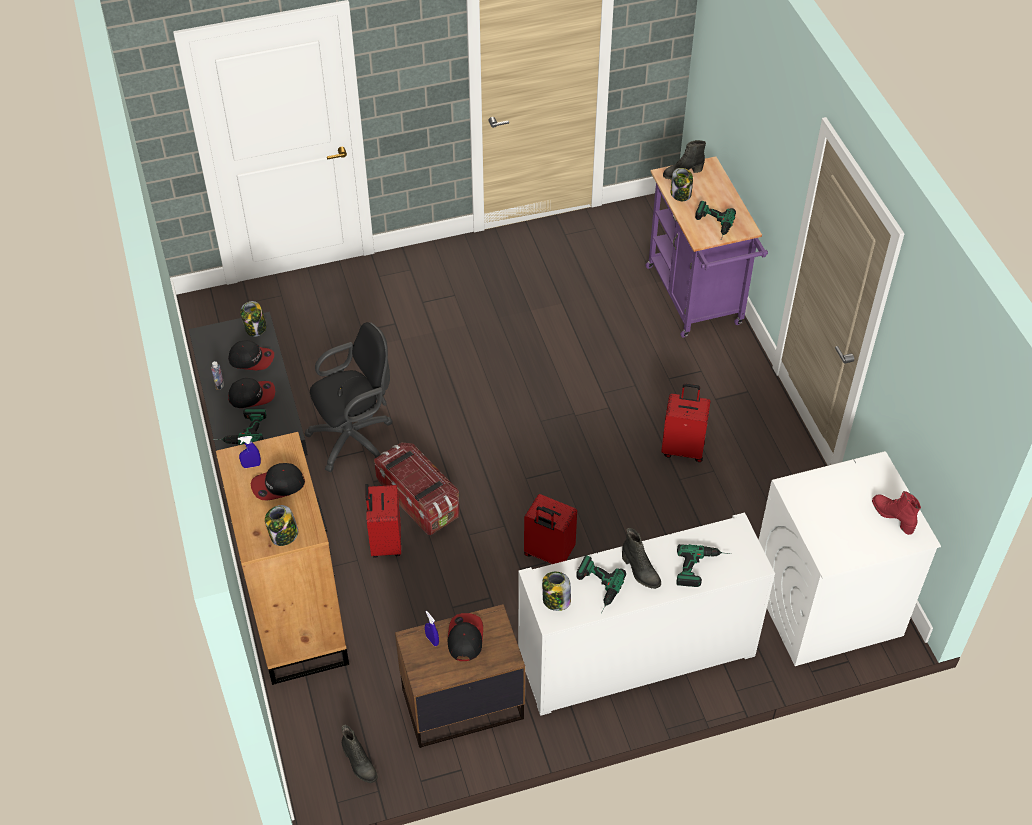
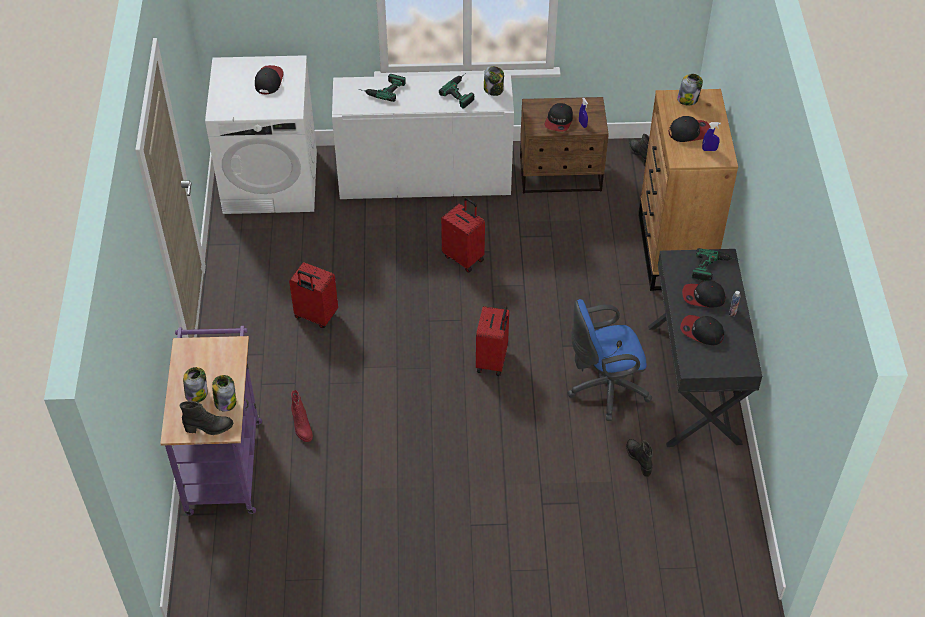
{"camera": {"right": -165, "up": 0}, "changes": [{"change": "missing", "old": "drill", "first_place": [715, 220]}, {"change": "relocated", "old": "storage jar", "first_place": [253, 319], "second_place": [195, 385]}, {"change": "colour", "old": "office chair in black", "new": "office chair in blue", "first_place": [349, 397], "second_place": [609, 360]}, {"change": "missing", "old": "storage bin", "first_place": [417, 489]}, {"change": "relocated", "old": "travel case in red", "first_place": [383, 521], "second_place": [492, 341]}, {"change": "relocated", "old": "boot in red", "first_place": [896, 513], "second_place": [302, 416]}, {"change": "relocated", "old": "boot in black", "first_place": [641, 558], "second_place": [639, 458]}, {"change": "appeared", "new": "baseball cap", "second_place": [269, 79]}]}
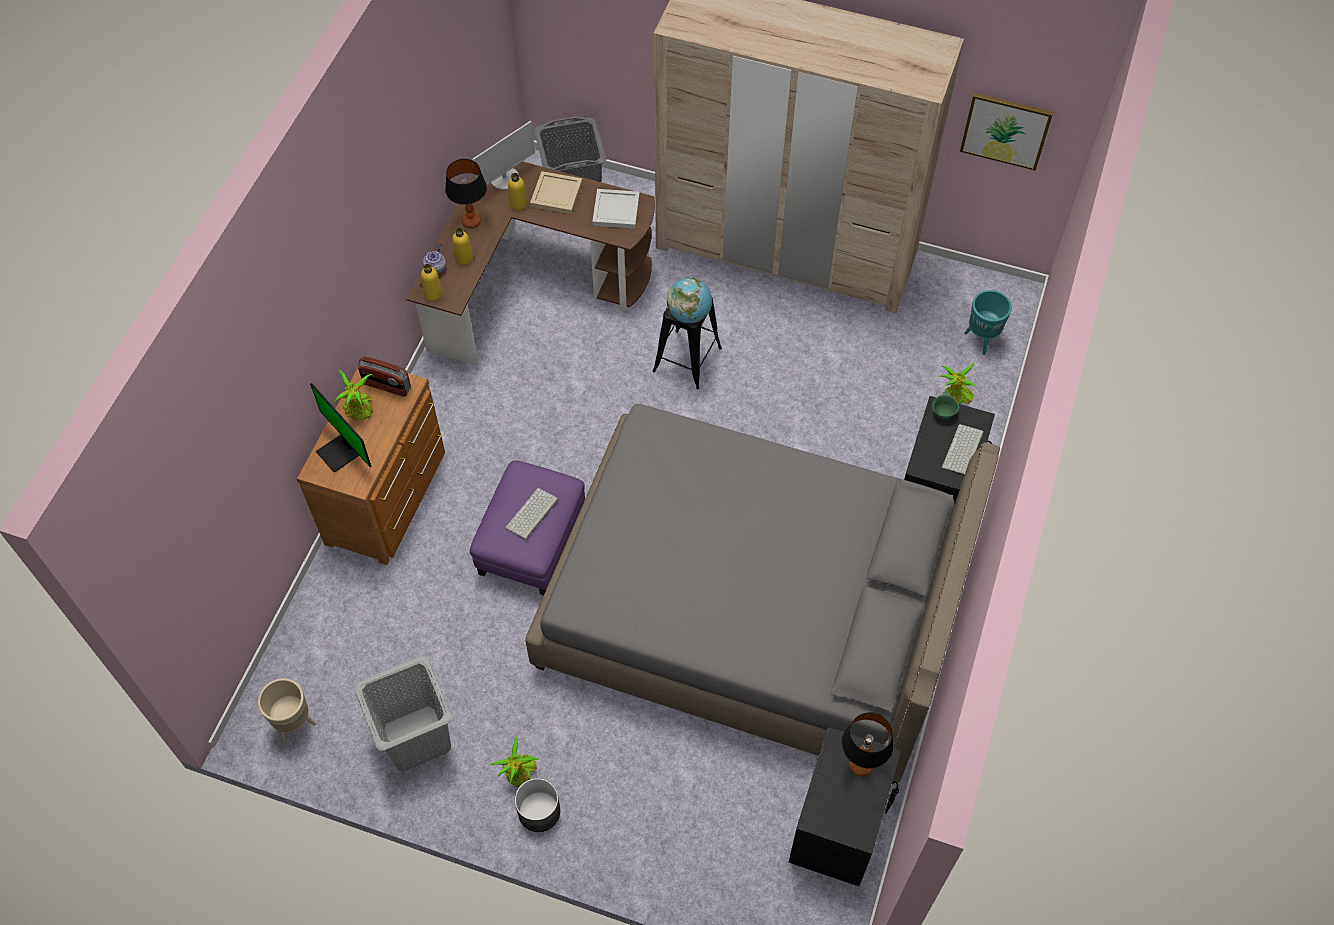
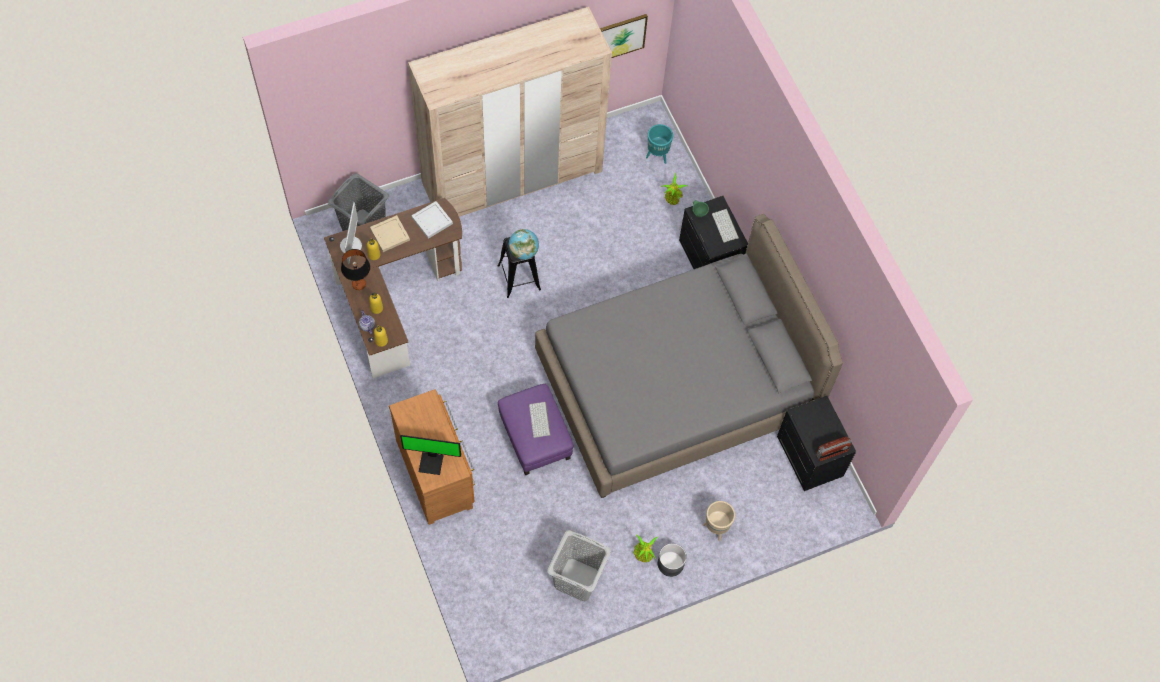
{"camera": {"right": -45, "up": 5}, "changes": [{"change": "relocated", "old": "radio", "first_place": [384, 376], "second_place": [833, 448]}, {"change": "missing", "old": "potted plant", "first_place": [353, 395]}, {"change": "relocated", "old": "plant pot in sand-coloured", "first_place": [287, 710], "second_place": [719, 521]}, {"change": "missing", "old": "lamp for a table", "first_place": [868, 744]}]}
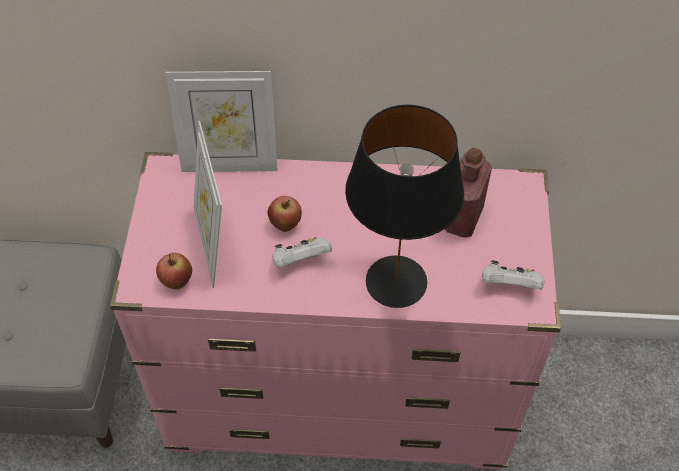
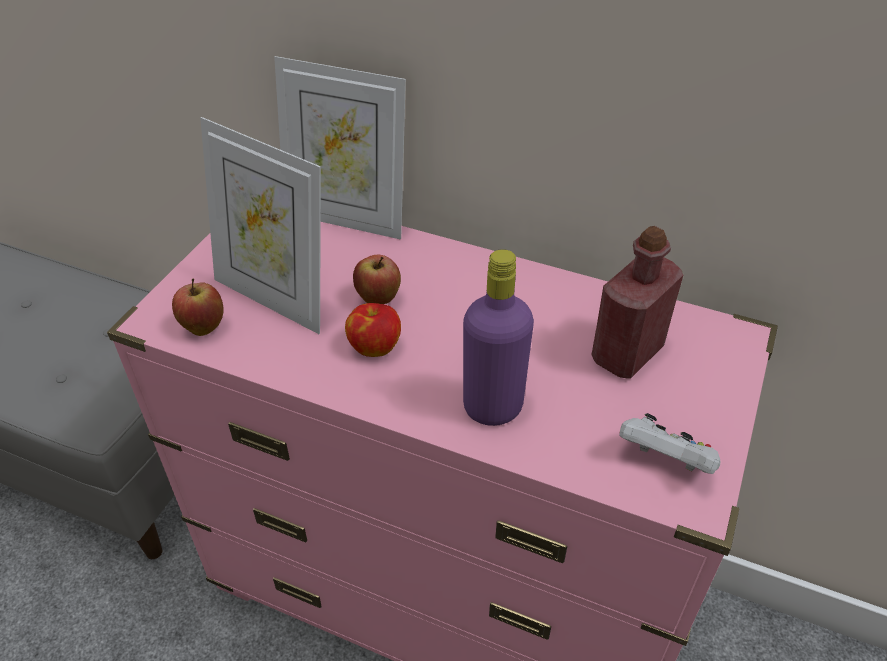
{"camera": {"right": 20, "up": -10}, "changes": [{"change": "exchanged", "old": "lamp for a table in black", "new": "bottle in purple", "first_place": [404, 206], "second_place": [498, 337]}, {"change": "spun", "old": "photo frame", "first_place": [207, 204], "second_place": [260, 225], "degrees": -60}, {"change": "exchanged", "old": "gamepad in whitish", "new": "whole apple", "first_place": [302, 252], "second_place": [373, 330]}]}
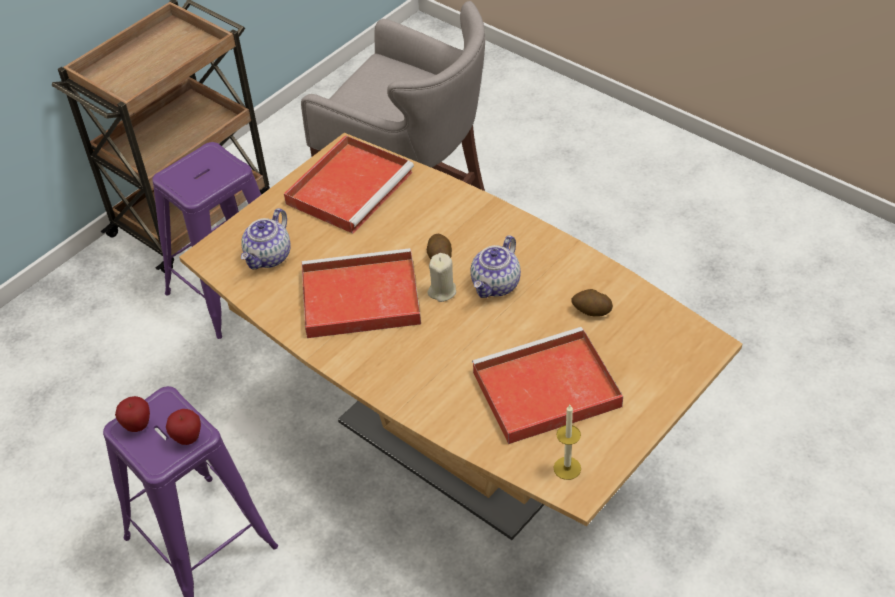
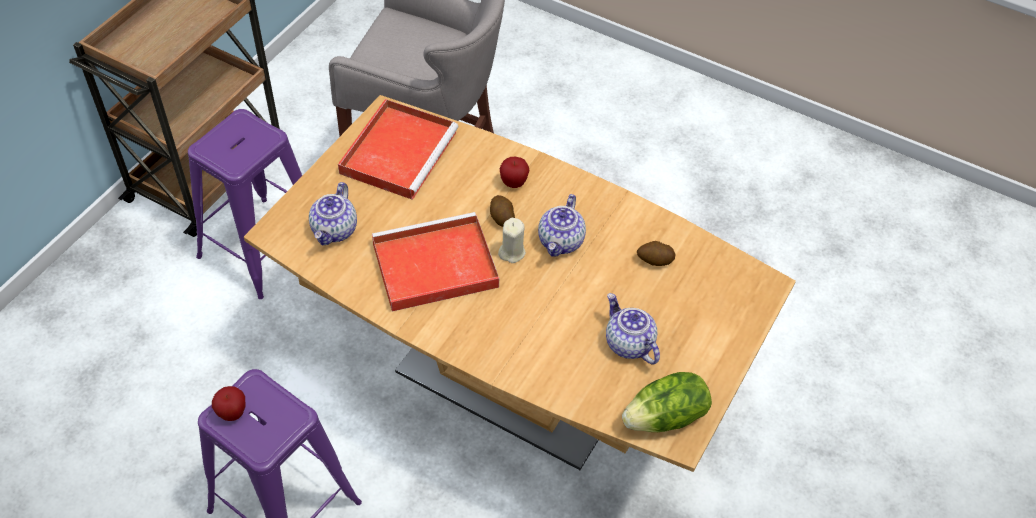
{"camera": {"right": -15, "up": 5}, "changes": [{"change": "exchanged", "old": "tray in red", "new": "teapot", "first_place": [547, 385], "second_place": [633, 329]}, {"change": "exchanged", "old": "wax candle", "new": "lettuce head", "first_place": [567, 442], "second_place": [667, 402]}, {"change": "relocated", "old": "whole apple", "first_place": [183, 427], "second_place": [514, 172]}]}
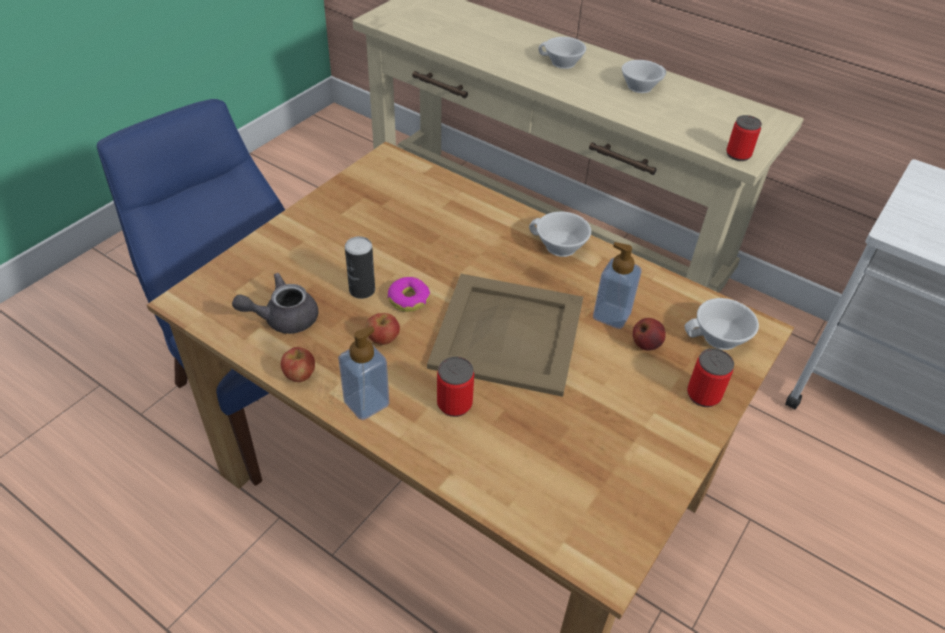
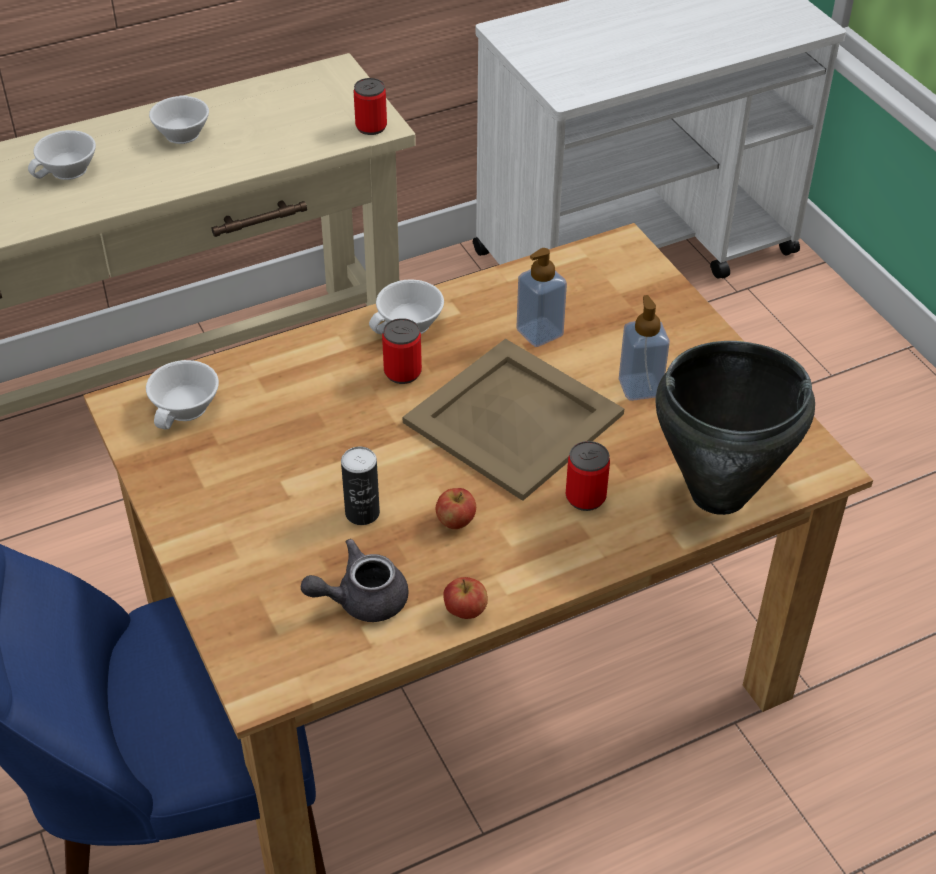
{"camera": {"right": -60, "up": 0}, "changes": [{"change": "spun", "old": "teapot in greyish", "first_place": [275, 303], "second_place": [354, 580], "degrees": 60}, {"change": "missing", "old": "ring doughnut", "first_place": [409, 294]}, {"change": "relocated", "old": "small cup in whitish", "first_place": [722, 324], "second_place": [182, 395]}, {"change": "missing", "old": "whole apple", "first_place": [649, 334]}, {"change": "relocated", "old": "liquid soap bottle", "first_place": [363, 373], "second_place": [644, 348]}, {"change": "relocated", "old": "can", "first_place": [710, 377], "second_place": [402, 351]}, {"change": "appeared", "new": "cooking pot in black", "second_place": [735, 428]}]}
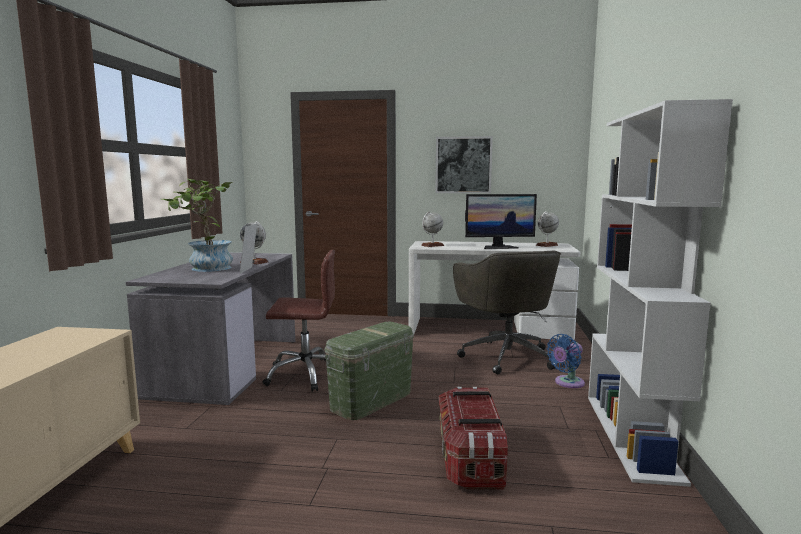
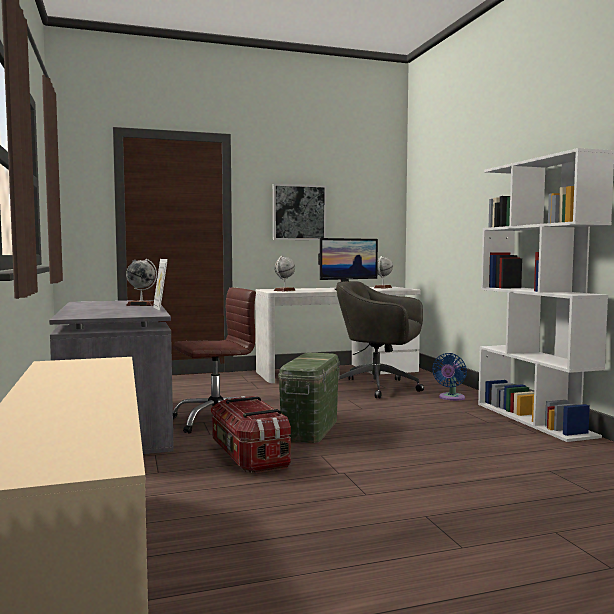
{"camera": {"right": -25, "up": -5}, "changes": [{"change": "missing", "old": "potted plant", "first_place": [197, 225]}, {"change": "spun", "old": "office chair in greyish", "first_place": [507, 313], "second_place": [380, 339], "degrees": 150}, {"change": "relocated", "old": "storage bin", "first_place": [473, 438], "second_place": [251, 434]}]}
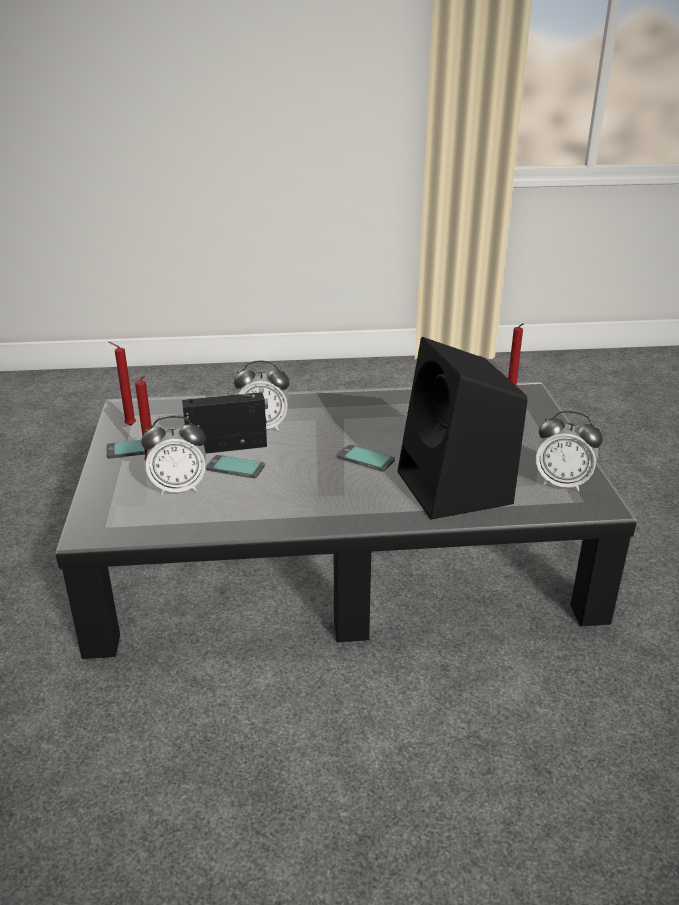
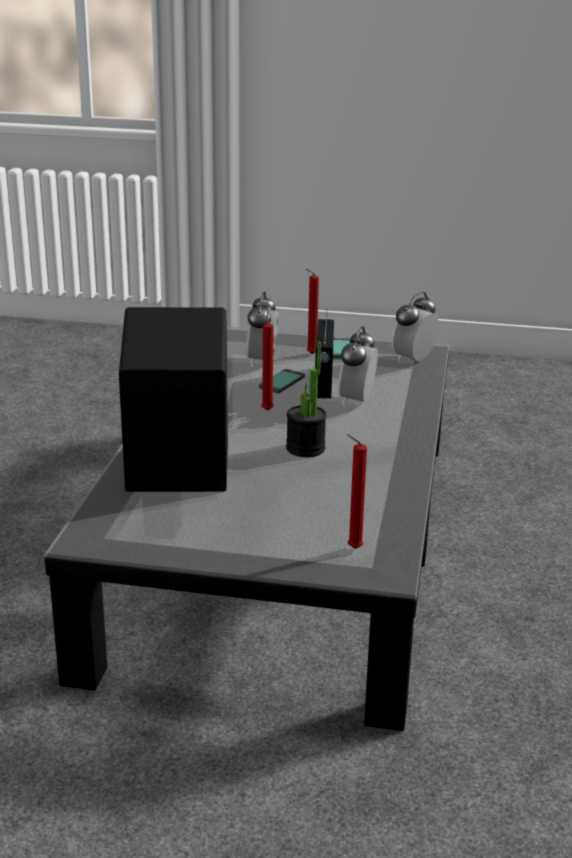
{"camera": {"right": 105, "up": -5}, "changes": [{"change": "relocated", "old": "wax candle in red", "first_place": [122, 384], "second_place": [267, 361]}, {"change": "relocated", "old": "table clock", "first_place": [569, 451], "second_place": [415, 326]}, {"change": "missing", "old": "telephone", "first_place": [366, 458]}, {"change": "appeared", "new": "potted plant", "second_place": [306, 399]}]}
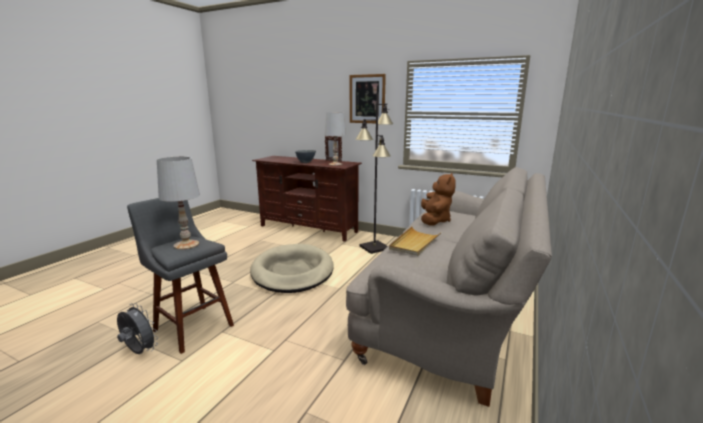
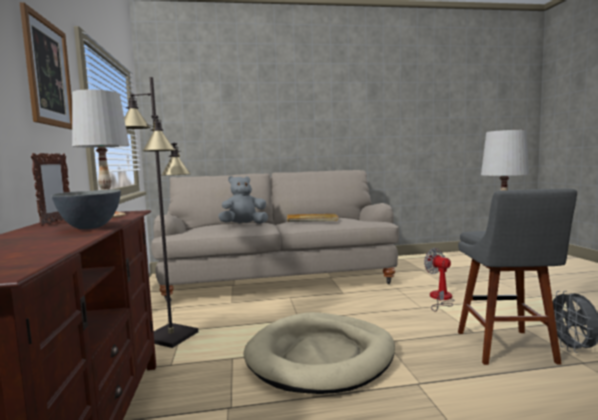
{"camera": {"right": -125, "up": -10}, "changes": [{"change": "colour", "old": "cuddly toy in brown-coloured", "new": "cuddly toy in greyish", "first_place": [438, 199], "second_place": [243, 200]}, {"change": "appeared", "new": "cooling fan", "second_place": [439, 280]}]}
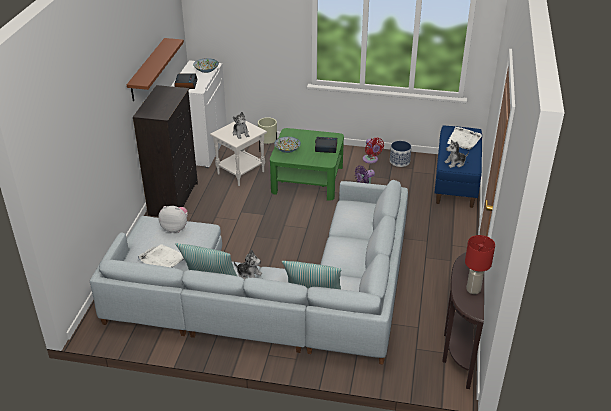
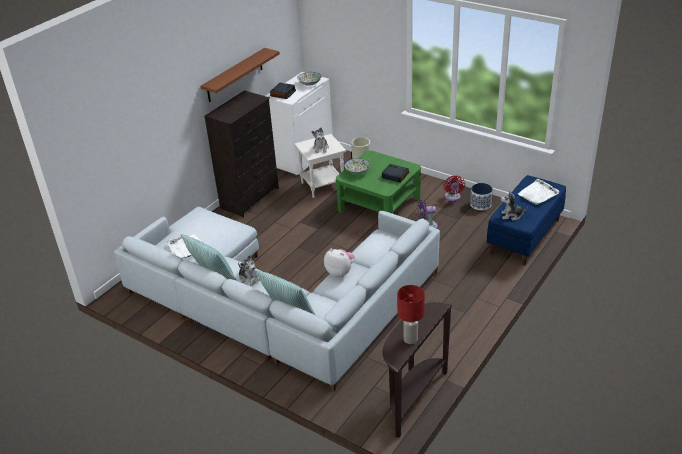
{"camera": {"right": 25, "up": 0}, "changes": [{"change": "relocated", "old": "cuddly toy", "first_place": [173, 219], "second_place": [339, 263]}]}
